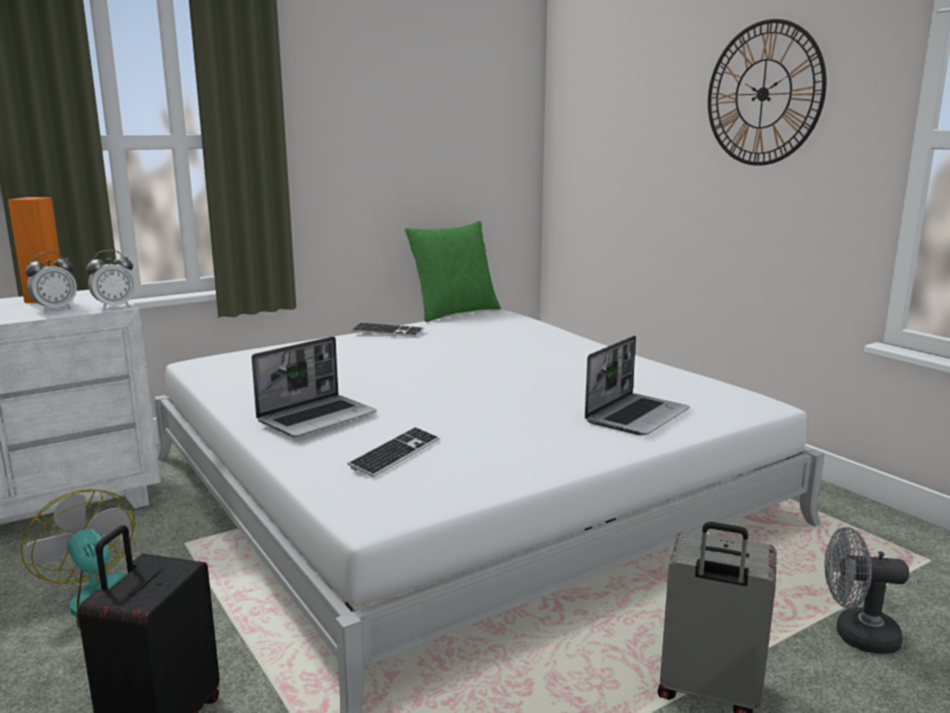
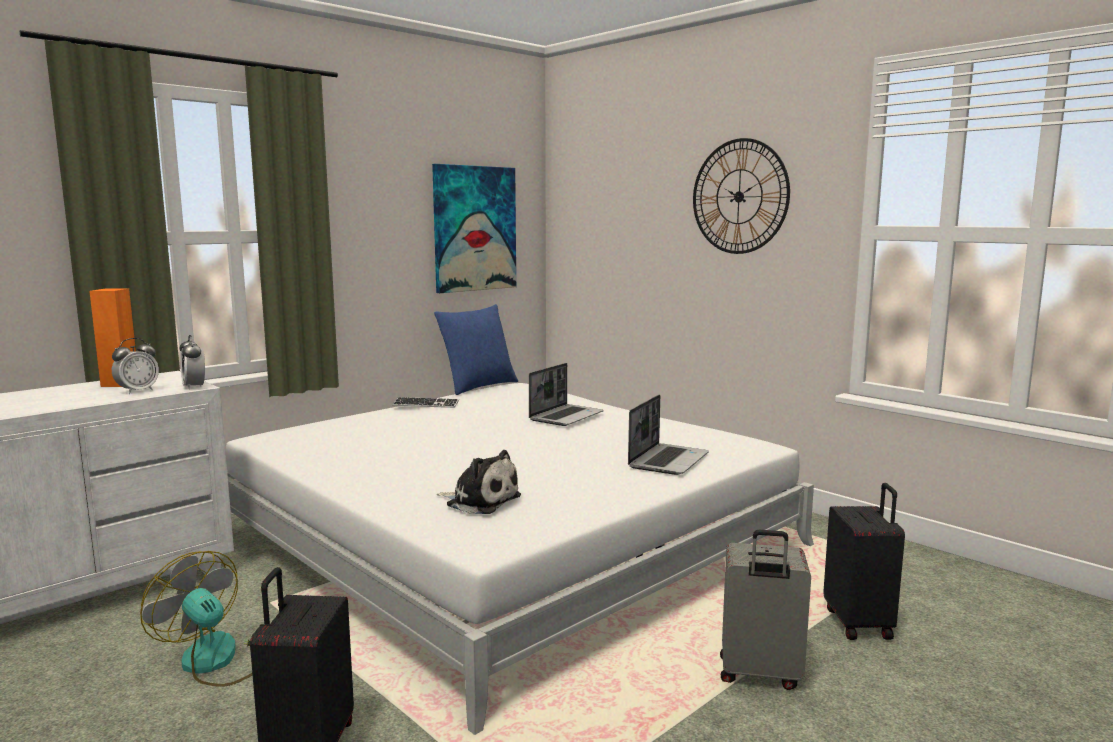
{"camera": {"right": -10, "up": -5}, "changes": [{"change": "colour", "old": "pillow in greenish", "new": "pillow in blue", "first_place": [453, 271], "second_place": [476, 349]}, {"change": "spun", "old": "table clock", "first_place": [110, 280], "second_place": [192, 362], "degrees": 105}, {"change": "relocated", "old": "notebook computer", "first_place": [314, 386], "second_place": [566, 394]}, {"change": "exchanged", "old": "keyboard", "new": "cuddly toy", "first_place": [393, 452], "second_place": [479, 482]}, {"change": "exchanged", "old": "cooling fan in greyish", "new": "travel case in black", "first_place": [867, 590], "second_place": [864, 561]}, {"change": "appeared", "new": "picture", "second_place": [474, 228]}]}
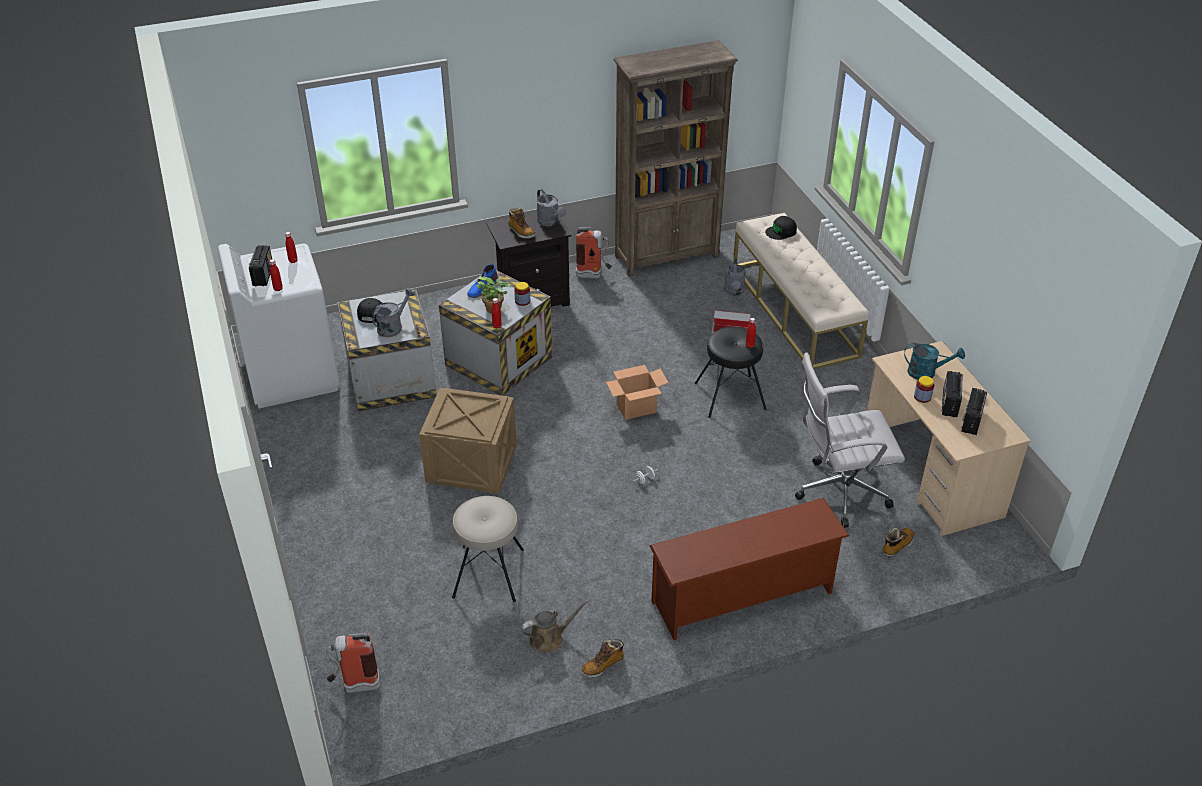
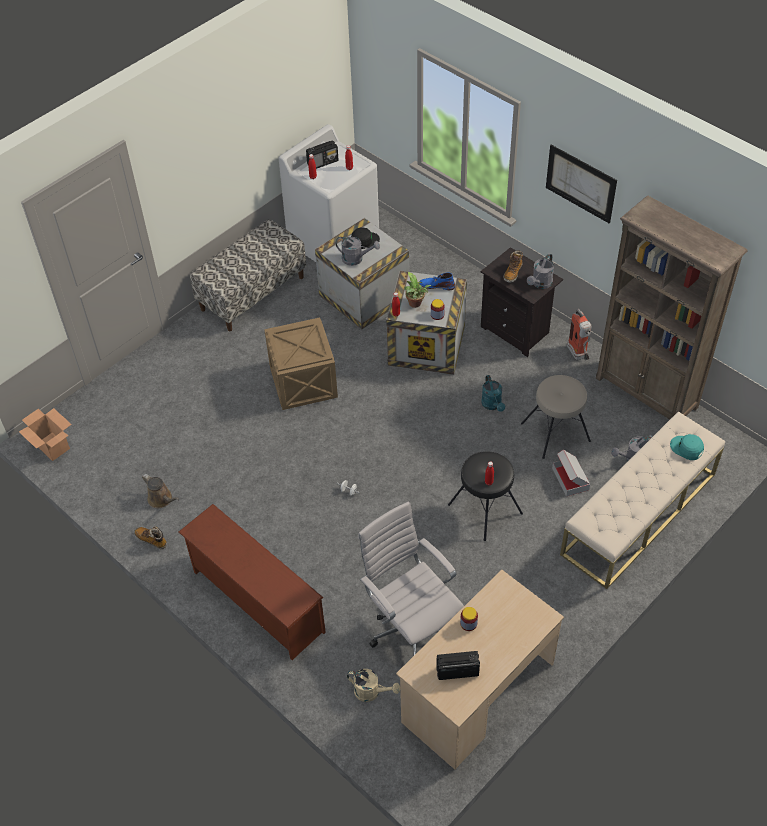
{"camera": {"right": 65, "up": 10}, "changes": [{"change": "colour", "old": "baseball cap in black", "new": "baseball cap in blue-green", "first_place": [781, 228], "second_place": [687, 447]}, {"change": "relocated", "old": "watering can in blue-green", "first_place": [934, 361], "second_place": [493, 393]}, {"change": "relocated", "old": "cardboard box", "first_place": [637, 392], "second_place": [45, 434]}, {"change": "missing", "old": "radio", "first_place": [952, 394]}, {"change": "relocated", "old": "stool seat in sand-coloured", "first_place": [488, 549], "second_place": [556, 417]}, {"change": "exchanged", "old": "boot", "new": "watering can in sand-coloured", "first_place": [898, 542], "second_place": [373, 685]}, {"change": "missing", "old": "fire-fighting cylinder", "first_place": [353, 663]}, {"change": "appeared", "new": "picture", "second_place": [581, 184]}, {"change": "appeared", "new": "indoor bench", "second_place": [248, 275]}]}
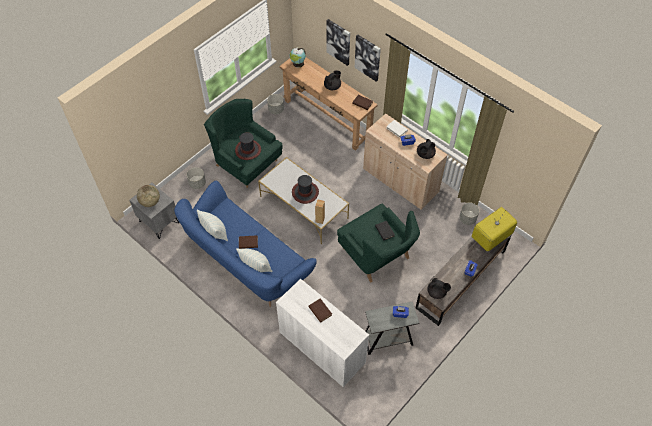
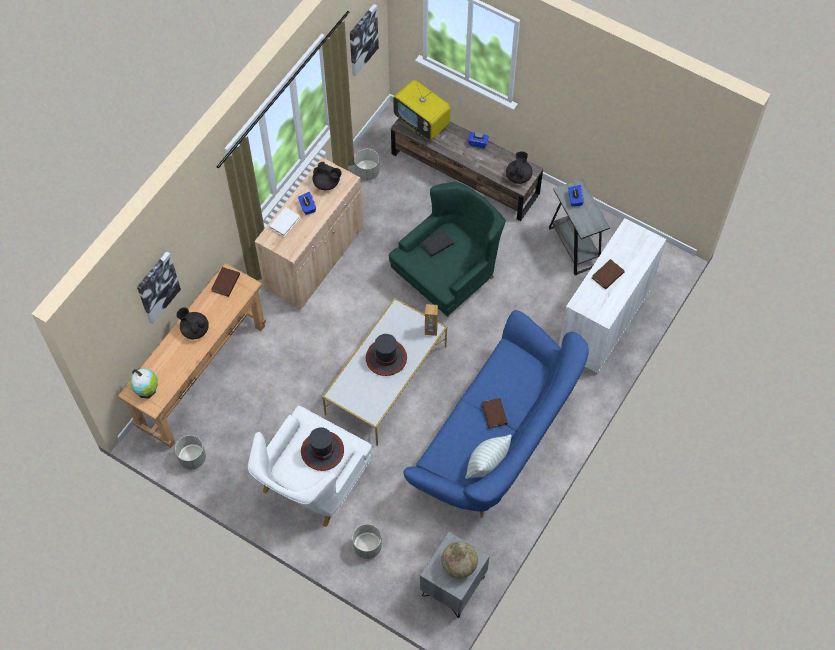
{"camera": {"right": -100, "up": 5}, "changes": [{"change": "relocated", "old": "picture", "first_place": [368, 58], "second_place": [364, 40]}, {"change": "colour", "old": "lounge chair in greenish", "new": "lounge chair in whitish", "first_place": [243, 143], "second_place": [310, 466]}, {"change": "missing", "old": "pillow", "first_place": [254, 260]}]}
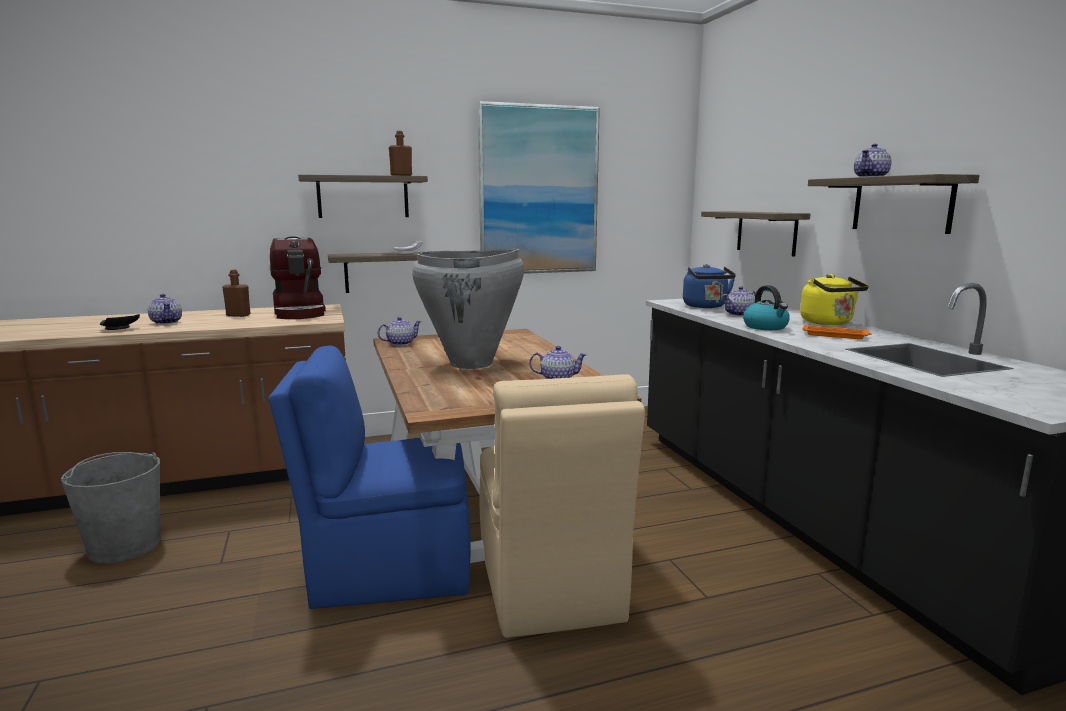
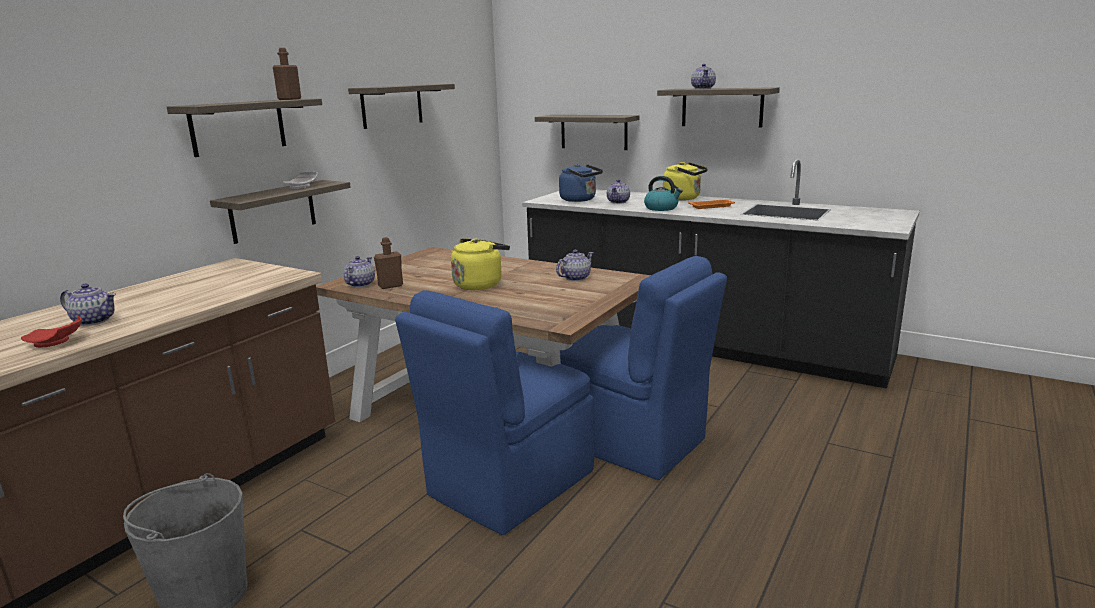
{"camera": {"right": -40, "up": 5}, "changes": [{"change": "exchanged", "old": "picture", "new": "bracket shelf", "first_place": [538, 187], "second_place": [401, 106]}, {"change": "missing", "old": "coffee machine", "first_place": [298, 277]}, {"change": "exchanged", "old": "flower vase in greyish", "new": "water kettle in yellow-coloured", "first_place": [468, 308], "second_place": [480, 264]}, {"change": "relocated", "old": "bottle in brown-coloured", "first_place": [236, 293], "second_place": [388, 263]}, {"change": "colour", "old": "dinner plate in black", "new": "dinner plate in red", "first_place": [120, 322], "second_place": [51, 332]}, {"change": "colour", "old": "plain chair in sand-coloured", "new": "plain chair in blue", "first_place": [562, 506], "second_place": [643, 368]}]}
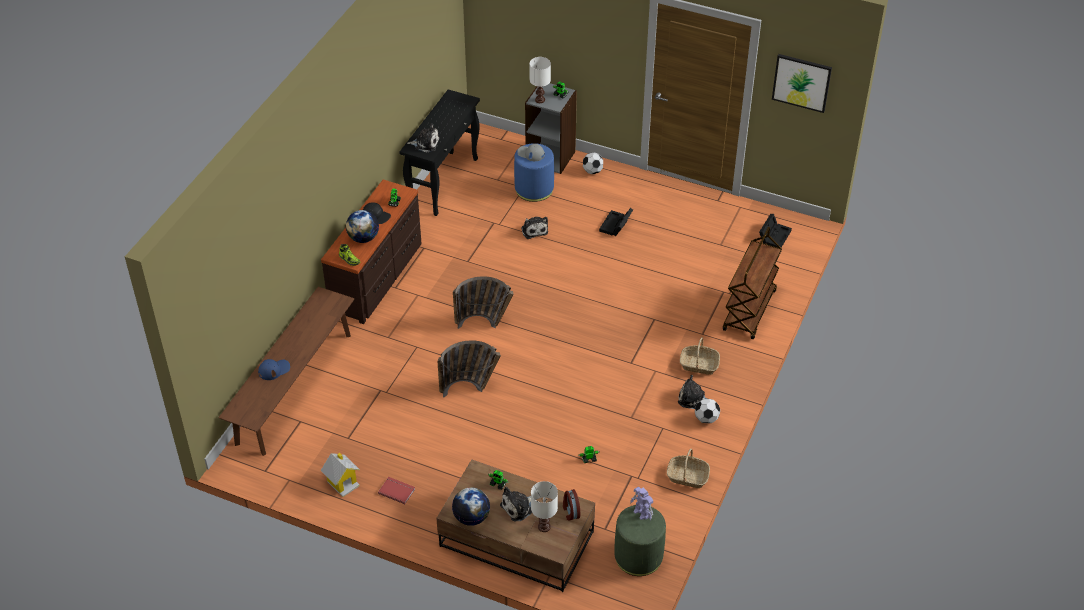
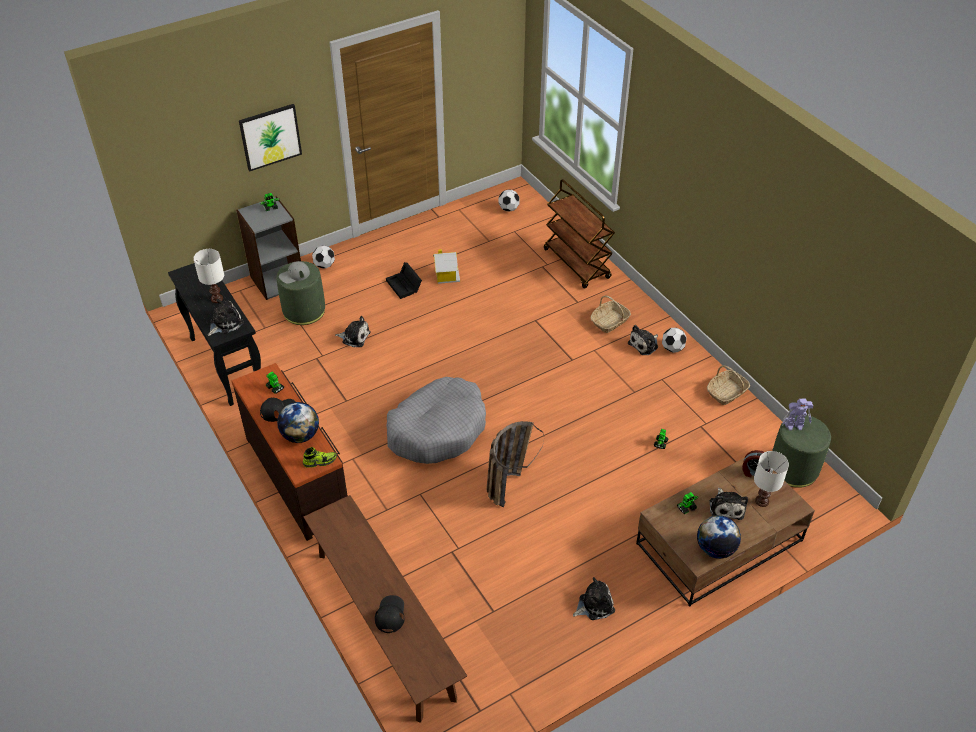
{"camera": {"right": -55, "up": 0}, "changes": [{"change": "relocated", "old": "picture", "first_place": [802, 83], "second_place": [270, 137]}, {"change": "relocated", "old": "lamp for a table in whitish", "first_place": [540, 80], "second_place": [208, 276]}, {"change": "colour", "old": "pouffe in blue", "new": "pouffe in greenish", "first_place": [534, 172], "second_place": [300, 293]}, {"change": "exchanged", "old": "storage bin in black", "new": "football ball", "first_place": [775, 231], "second_place": [509, 200]}, {"change": "exchanged", "old": "basket", "new": "dog cushion in greyish", "first_place": [483, 302], "second_place": [436, 420]}, {"change": "colour", "old": "baseball cap in blue", "new": "baseball cap in black", "first_place": [274, 369], "second_place": [389, 614]}, {"change": "relocated", "old": "model house", "first_place": [340, 475], "second_place": [446, 266]}, {"change": "exchanged", "old": "book in red", "new": "cuddly toy", "first_place": [396, 490], "second_place": [594, 598]}]}
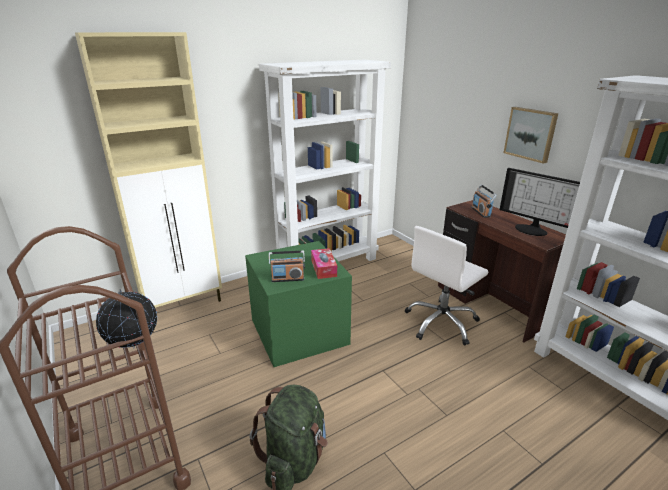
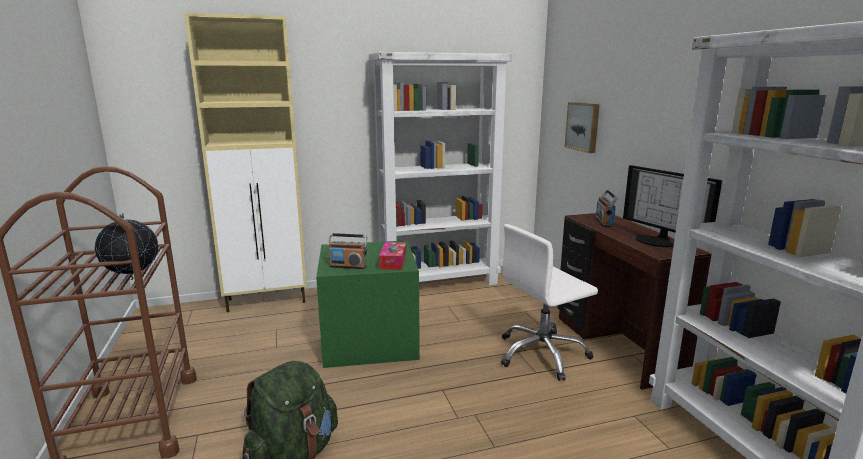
{"camera": {"right": 15, "up": -10}, "changes": [{"change": "relocated", "old": "picture", "first_place": [531, 135], "second_place": [582, 127]}]}
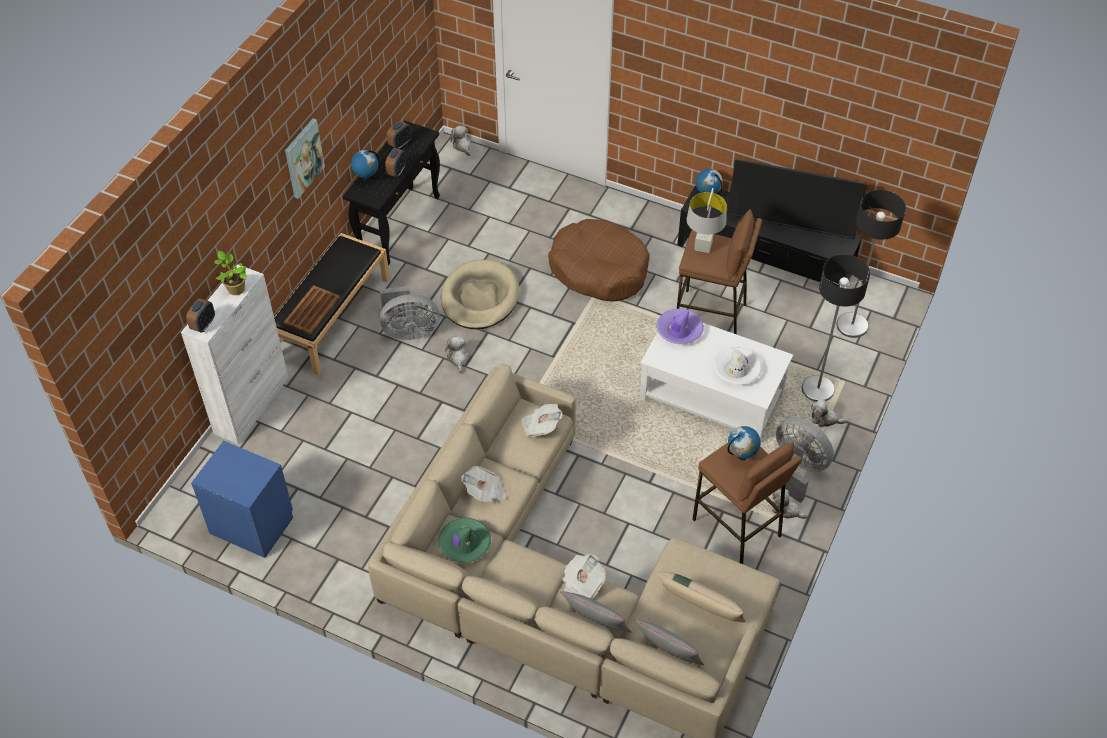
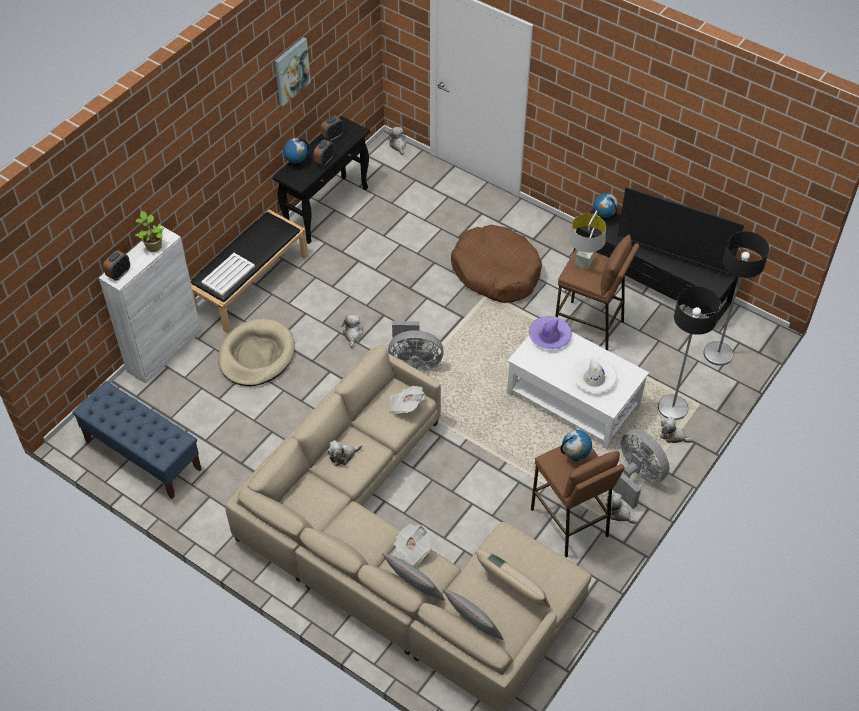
{"camera": {"right": 10, "up": 0}, "changes": [{"change": "relocated", "old": "picture", "first_place": [305, 158], "second_place": [293, 71]}, {"change": "relocated", "old": "dog cushion in sand-coloured", "first_place": [480, 294], "second_place": [256, 352]}, {"change": "colour", "old": "tray in brown-coloured", "new": "tray in whitish", "first_place": [312, 310], "second_place": [228, 274]}, {"change": "relocated", "old": "cooling fan in greyish", "first_place": [409, 313], "second_place": [416, 346]}, {"change": "exchanged", "old": "night table in blue", "new": "indoor bench in blue", "first_place": [242, 499], "second_place": [136, 440]}, {"change": "exchanged", "old": "printed paper", "new": "cuddly toy", "first_place": [483, 484], "second_place": [344, 453]}, {"change": "missing", "old": "wearable hat in greenish", "first_place": [464, 540]}]}
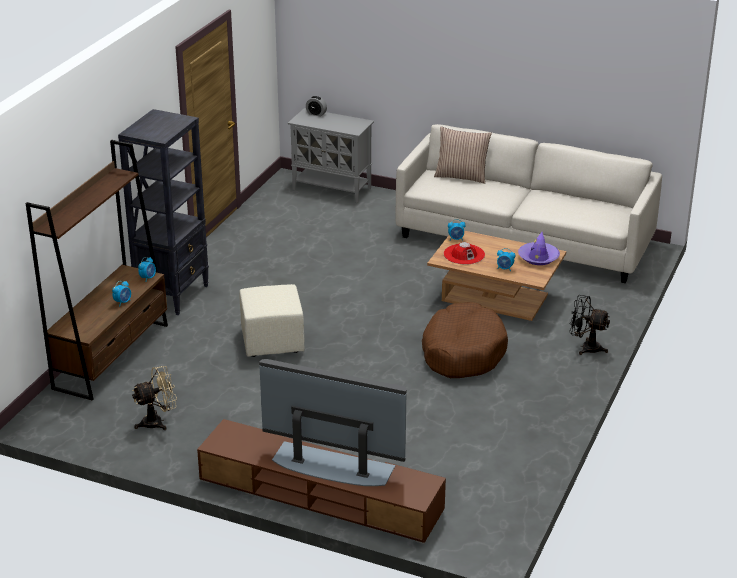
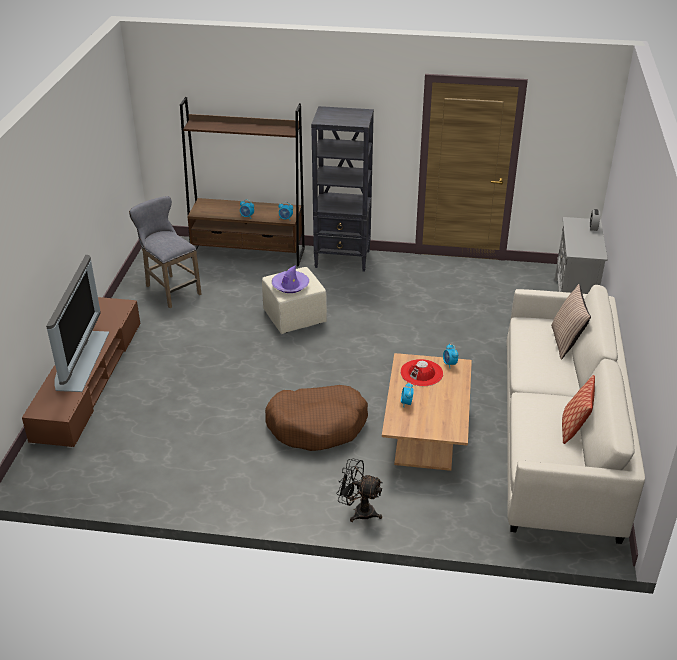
{"camera": {"right": 75, "up": 5}, "changes": [{"change": "relocated", "old": "wearable hat in purple", "first_place": [539, 248], "second_place": [290, 279]}, {"change": "spun", "old": "cooling fan in black", "first_place": [590, 325], "second_place": [359, 490], "degrees": -75}, {"change": "exchanged", "old": "cooling fan in sand-coloured", "new": "stool seat in greyish", "first_place": [154, 398], "second_place": [165, 252]}, {"change": "appeared", "new": "pillow", "second_place": [578, 409]}]}
